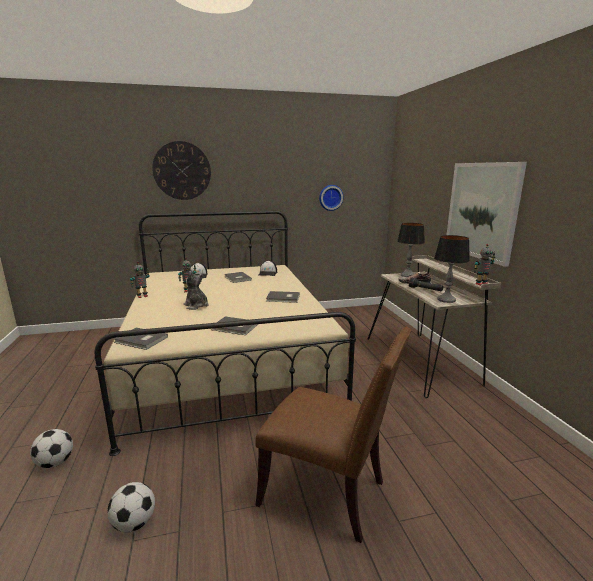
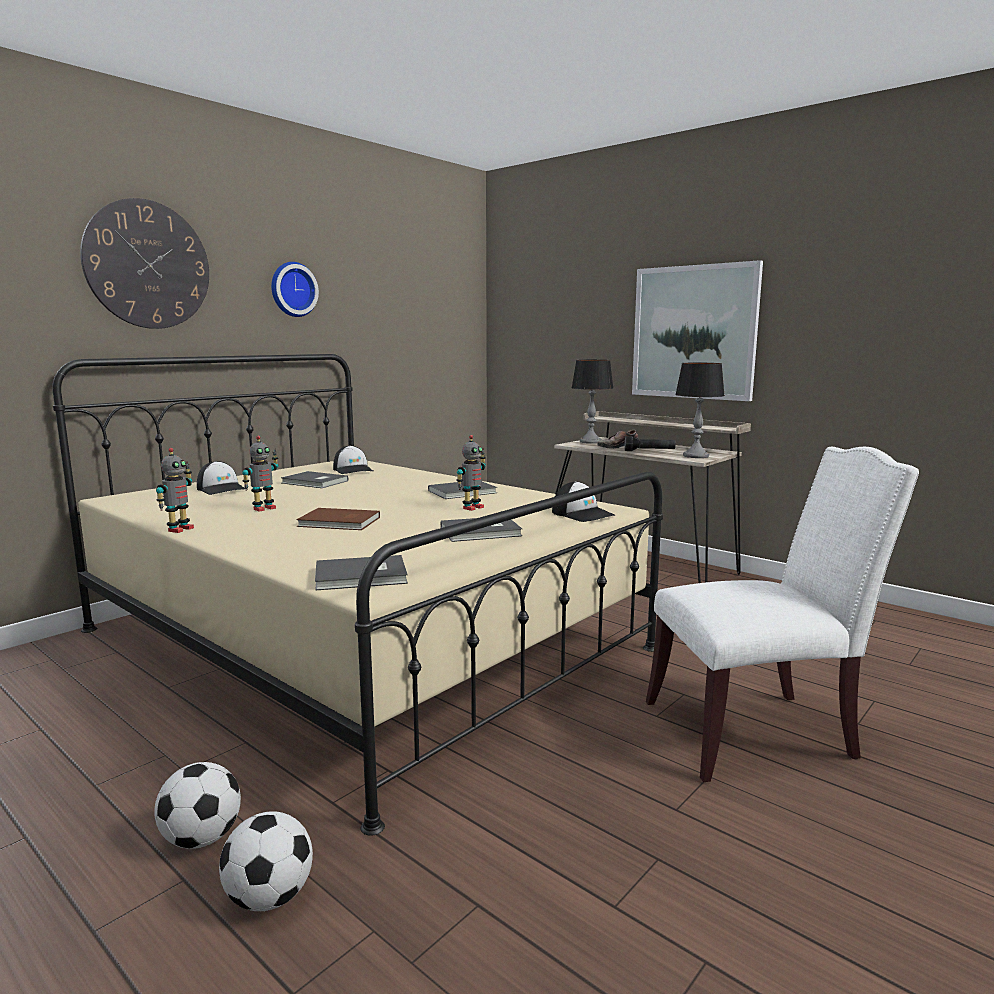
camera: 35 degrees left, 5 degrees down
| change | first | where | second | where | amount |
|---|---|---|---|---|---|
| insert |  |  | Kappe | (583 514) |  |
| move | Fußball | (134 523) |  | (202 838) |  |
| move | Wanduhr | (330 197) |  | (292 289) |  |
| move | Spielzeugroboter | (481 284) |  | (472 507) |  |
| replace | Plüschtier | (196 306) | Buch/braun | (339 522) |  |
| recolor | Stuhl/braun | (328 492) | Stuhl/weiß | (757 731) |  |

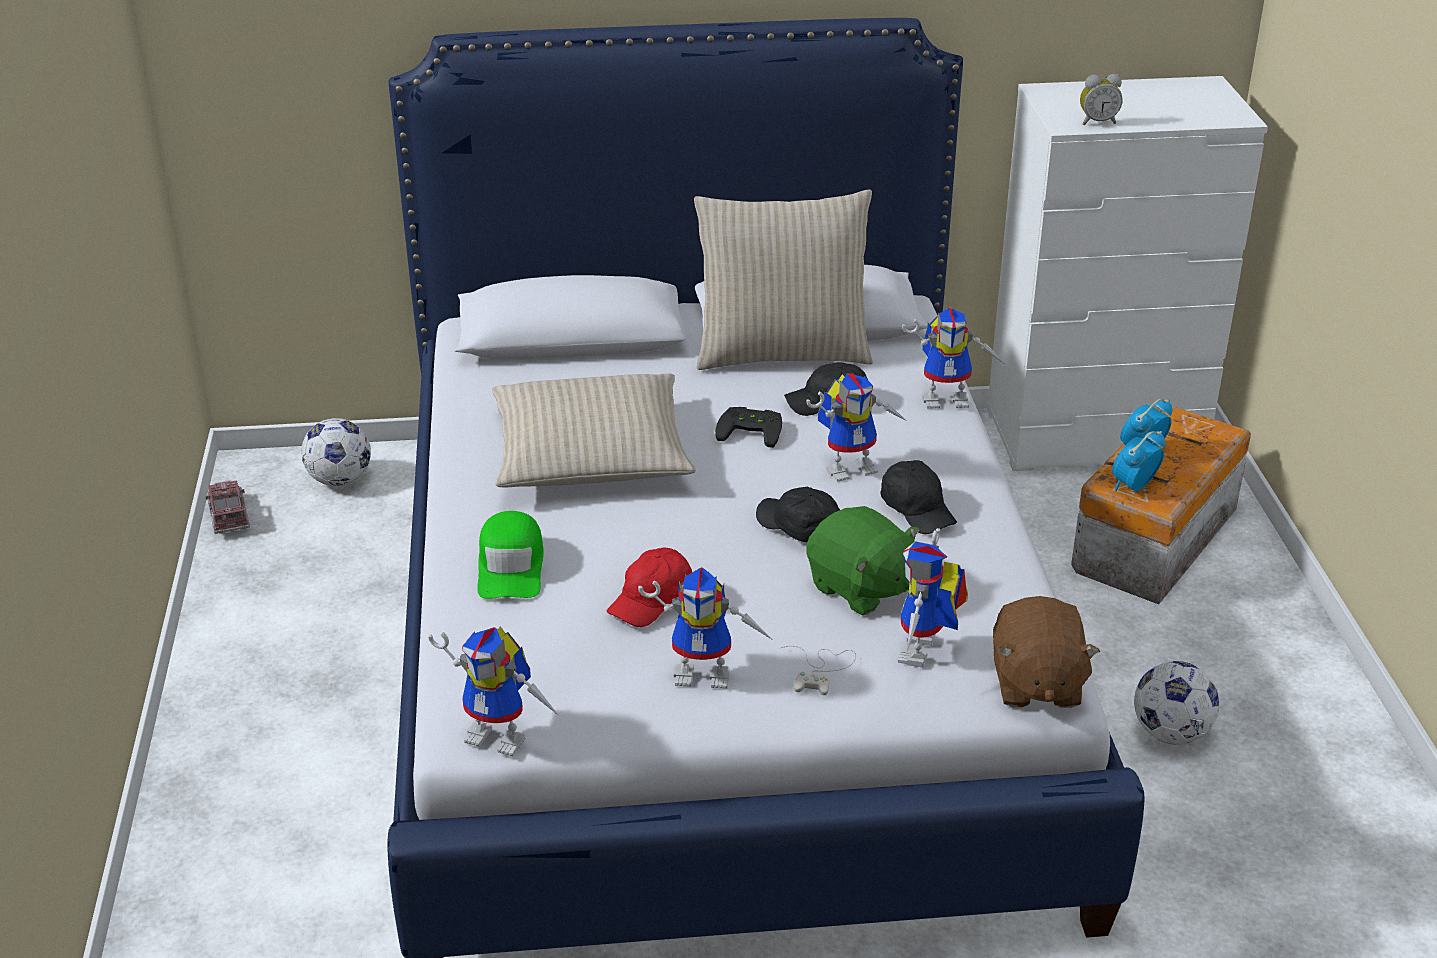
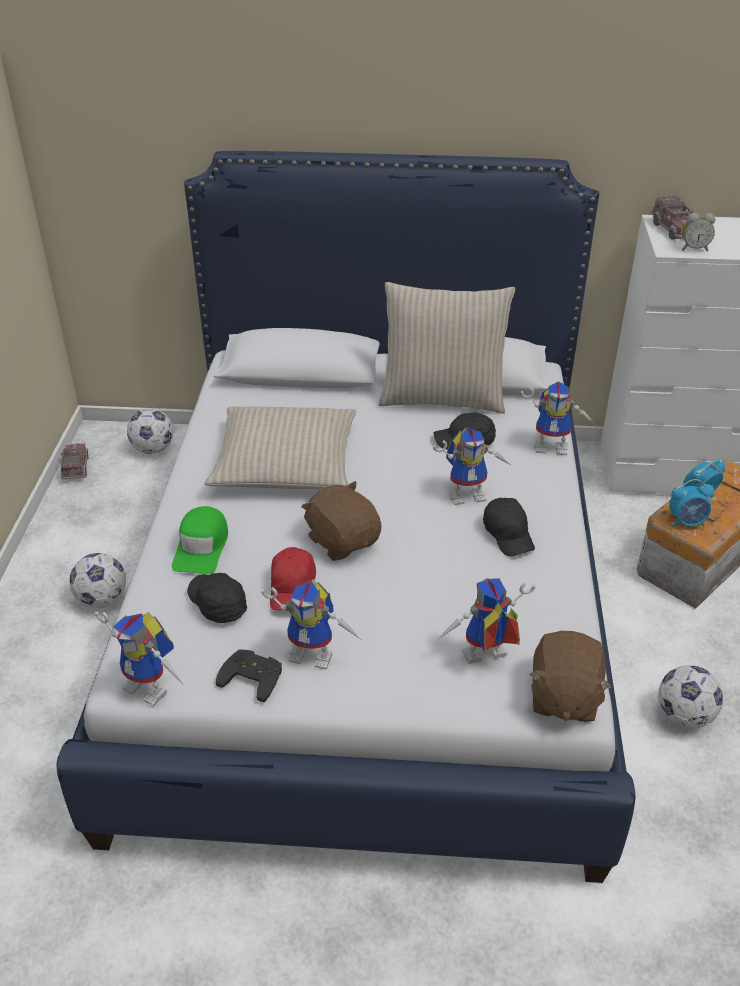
camera: 10 degrees right, 5 degrees up
| change | first | where | second | where | amount |
|---|---|---|---|---|---|
| delete | Gamepad/weiß | (821 669) |  |  |  |
| delete | Plüschtier/grün | (861 588) |  |  |  |
| insert |  |  | Fußball | (102 599) |  |
| insert |  |  | Plüschtier/braun | (343 540) |  |
| insert |  |  | Spielzeuglaster | (674 229) |  |
| move | Gamepad/schwarz | (751 430) |  | (254 675) |  |
| move | Kappe/schwarz | (799 528) |  | (217 604) |  |
| rotate | Kappe/rot | (652 600) |  | (292 588) | 45 degrees counterclockwise |
| rotate | Spielzeugroboter | (925 654) |  | (483 659) | 45 degrees clockwise |
| rotate | Wecker | (1133 486) |  | (686 522) | 150 degrees counterclockwise |

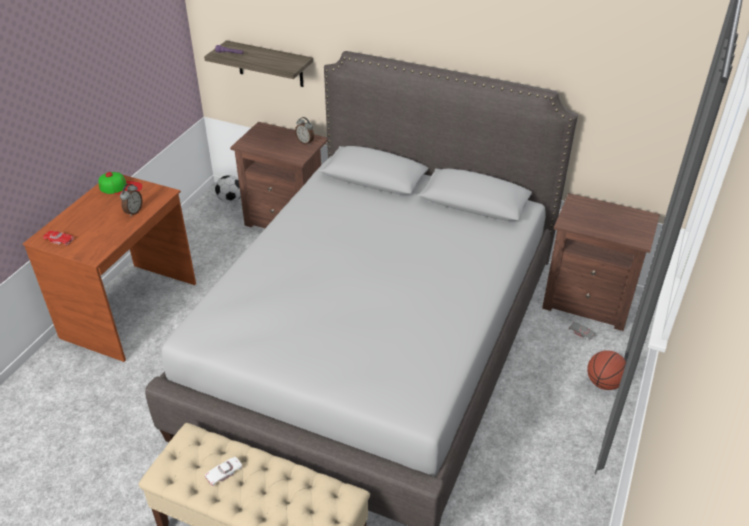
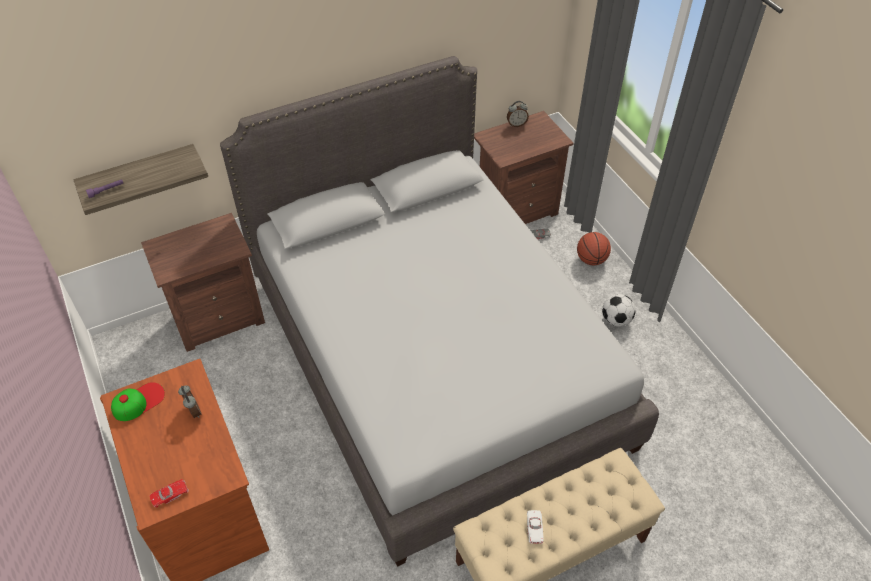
camera: 50 degrees left, 10 degrees up
| change | first | where | second | where | amount |
|---|---|---|---|---|---|
| move | Fußball | (230 200) |  | (616 320) |  |
| move | Wecker | (305 142) |  | (516 124) |  |

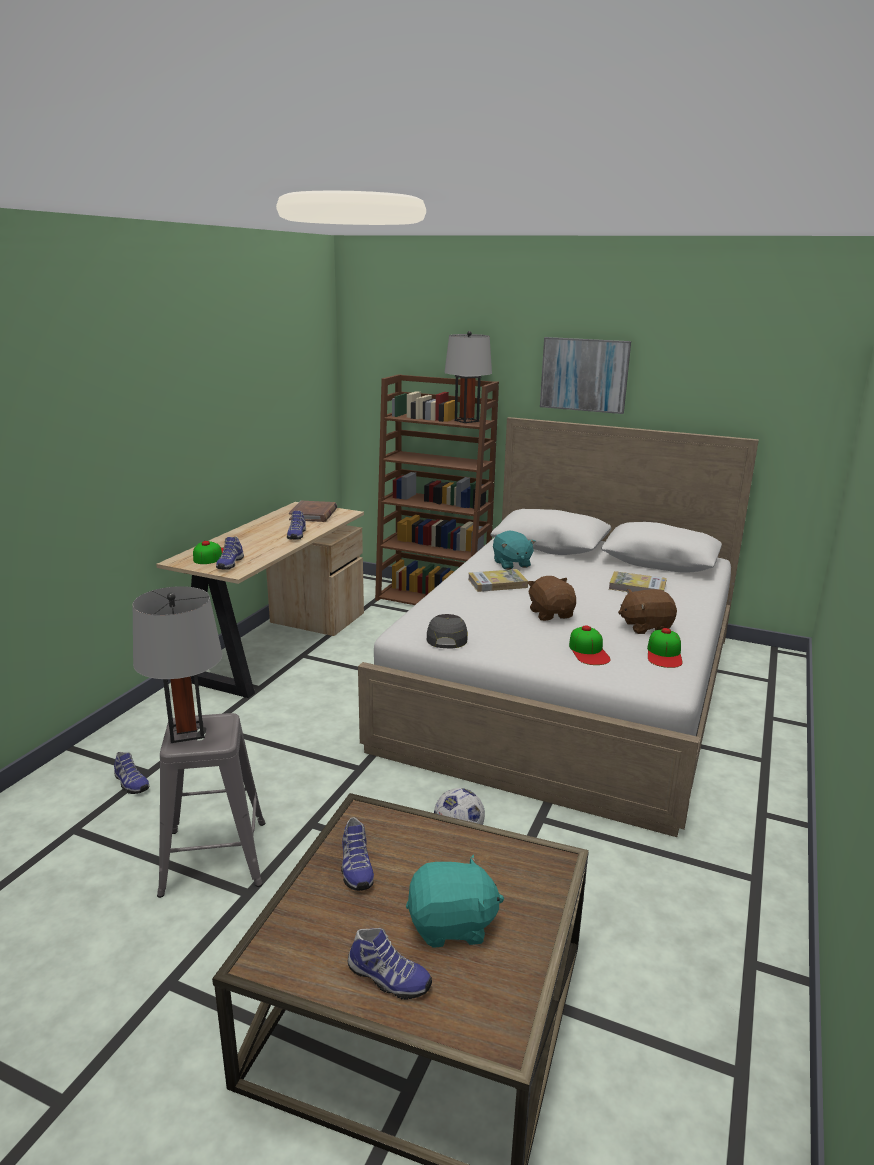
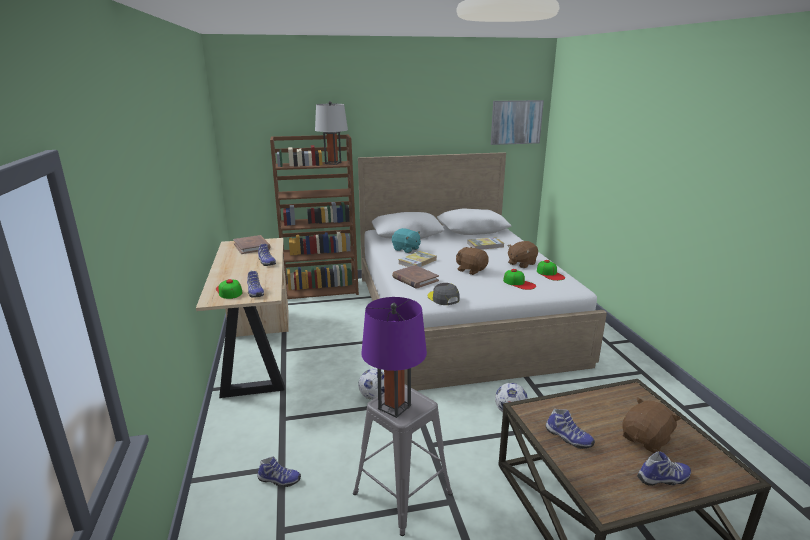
camera: 35 degrees left, 0 degrees up
| change | first | where | second | where | amount |
|---|---|---|---|---|---|
| insert |  |  | Fußball | (374 396) |  |
| insert |  |  | Buch/braun | (415 279) |  |
| move | Bild | (584 374) |  | (516 122) |  |
| recolor | Tischlampe/grau | (187 732) | Tischlampe/lila | (394 407) |  |
| recolor | Plüschtier/türkis | (452 925) | Plüschtier/braun | (646 440) |  |

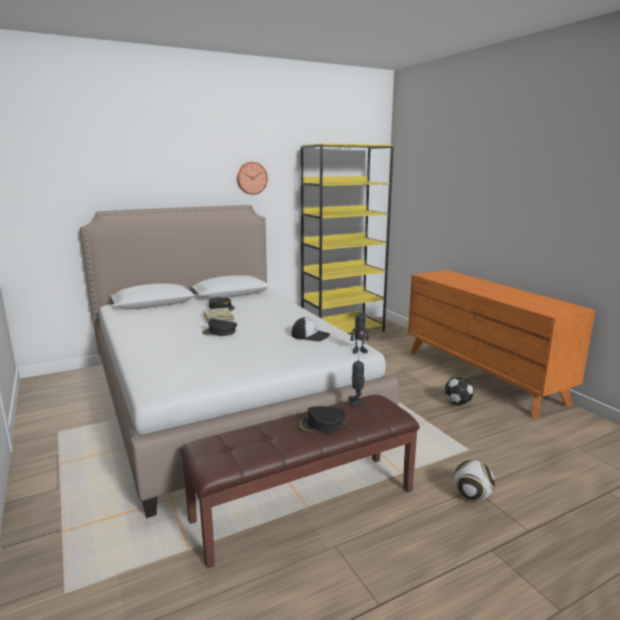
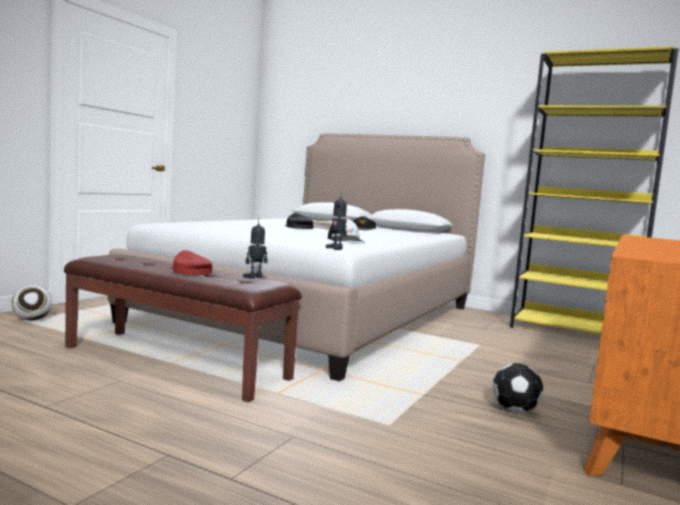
camera: 55 degrees right, 10 degrees down
| change | first | where | second | where | amount |
|---|---|---|---|---|---|
| delete | Wanduhr | (251 178) |  |  |  |
| move | Fußball | (471 496) |  | (32 319) |  |
| recolor | Kappe/schwarz | (321 424) | Kappe/rot | (190 271) |  |

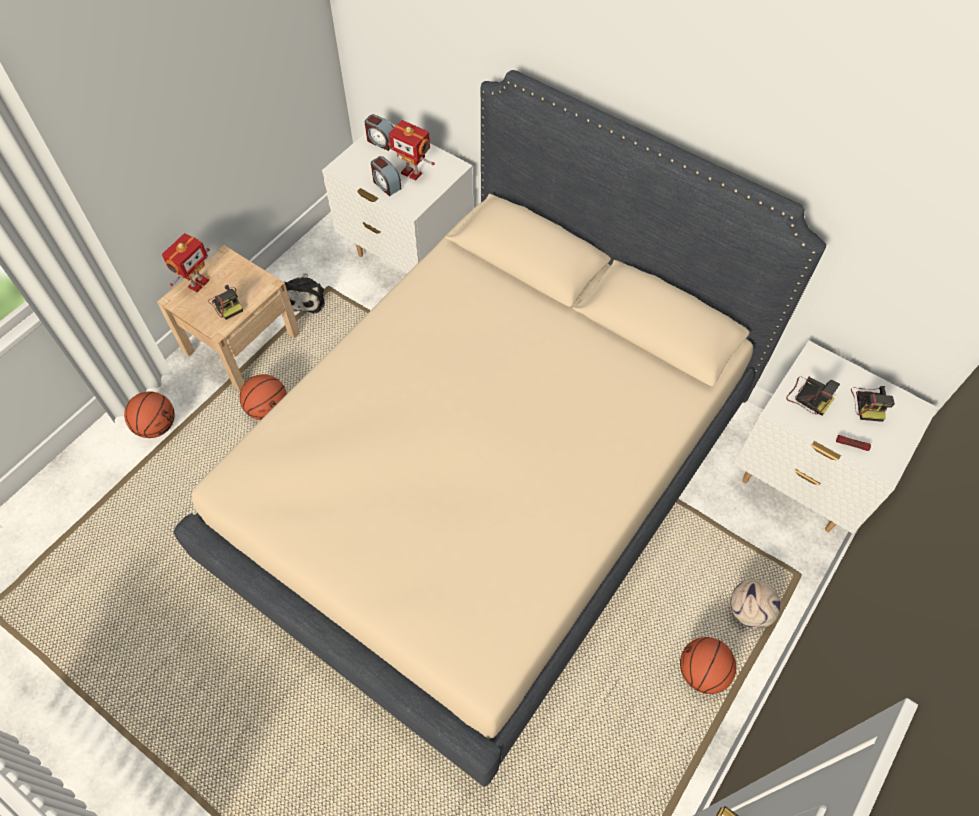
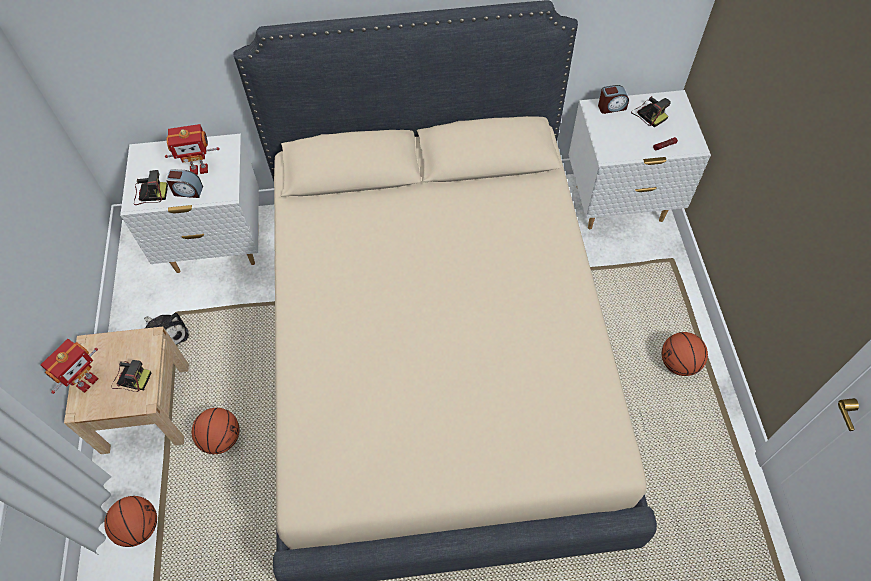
camera: 40 degrees left, 0 degrees up
| change | first | where | second | where | amount |
|---|---|---|---|---|---|
| delete | Fußball | (749 610) |  |  |  |
| move | Wecker | (381 141) |  | (611 107) |  |
| move | Kamera | (808 397) |  | (149 193) |  |
| rotate | Spielzeugroboter | (197 283) |  | (86 381) | 45 degrees clockwise |

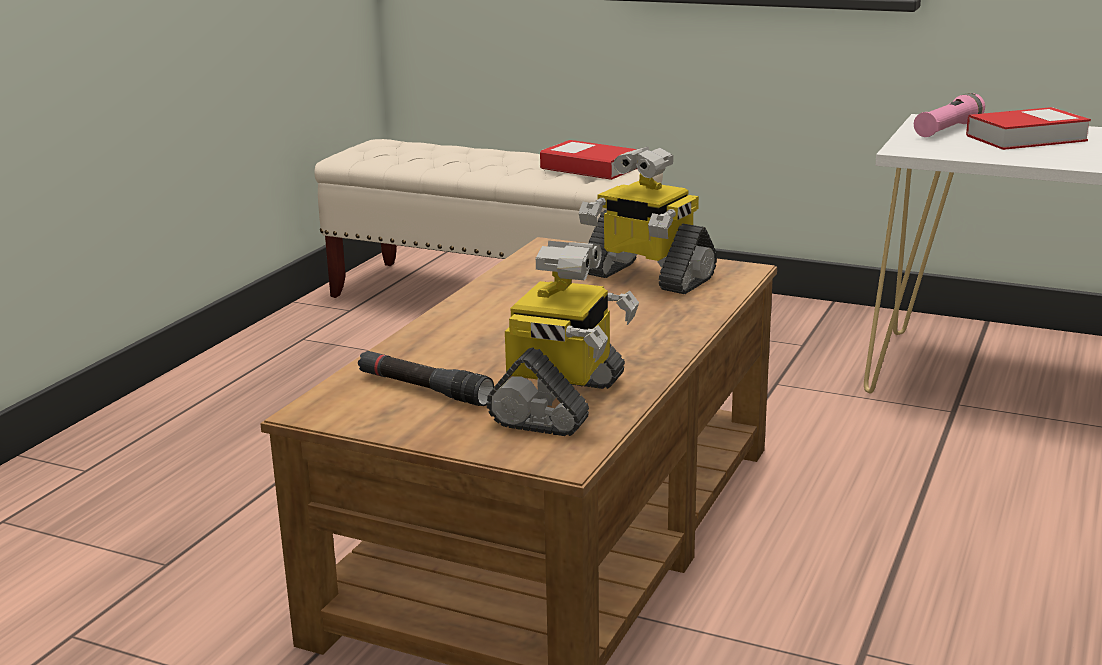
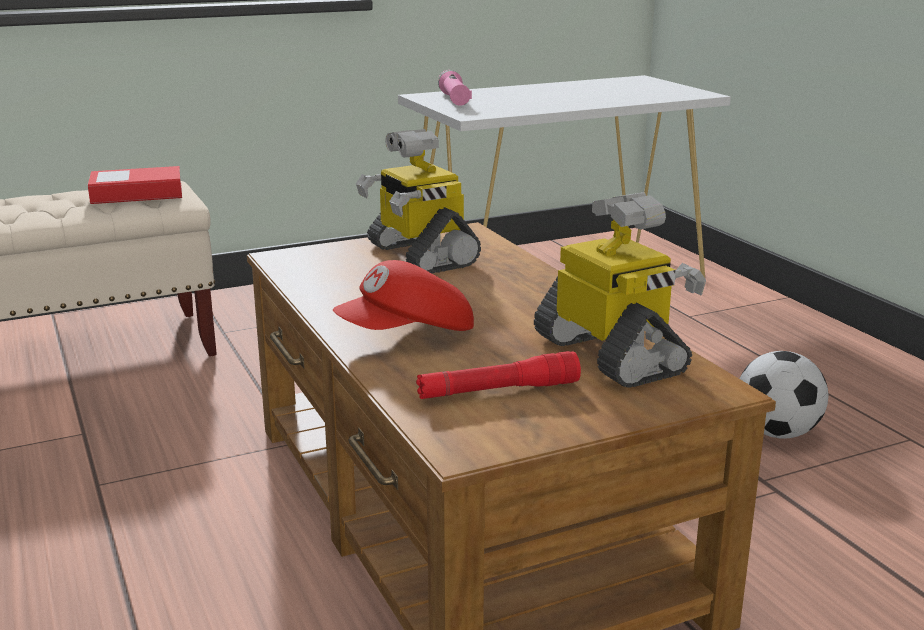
camera: 50 degrees left, 0 degrees up
| change | first | where | second | where | amount |
|---|---|---|---|---|---|
| delete | Buch | (1026 138) |  |  |  |
| insert |  |  | Kappe/rot | (408 335) |  |
| insert |  |  | Fußball | (777 433) |  |
| recolor | Taschenlampe/schwarz | (424 389) | Taschenlampe/rot | (498 391) |  |
| rotate | Spielzeugroboter | (646 277) |  | (419 255) | 75 degrees clockwise |

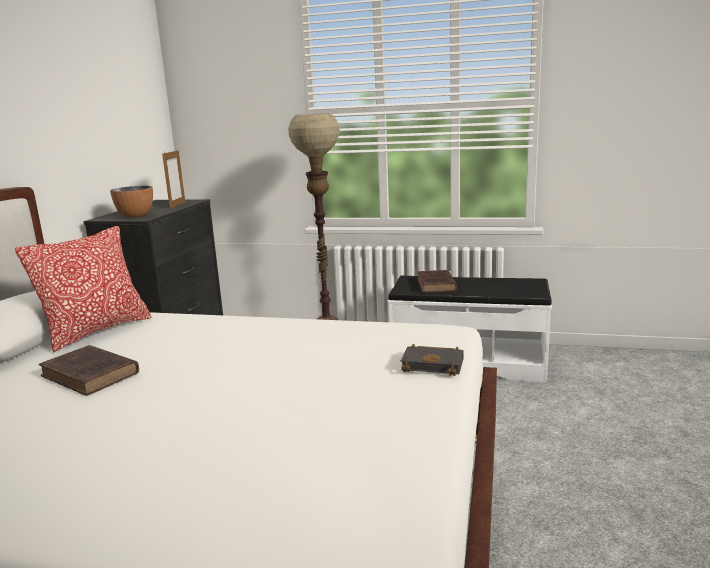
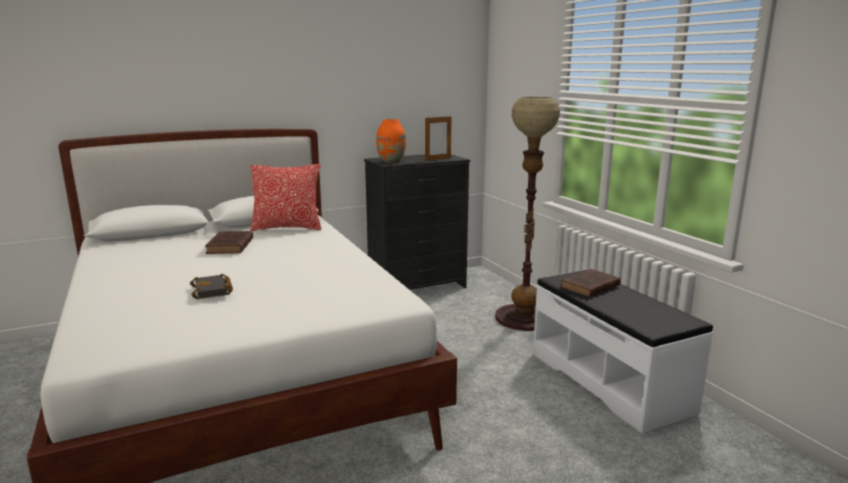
camera: 50 degrees right, 0 degrees up
| change | first | where | second | where | amount |
|---|---|---|---|---|---|
| move | Buch/schwarz | (434 364) |  | (213 291) |  |
| replace | Schüssel | (135 216) | Vase/orange | (391 161) |  |

